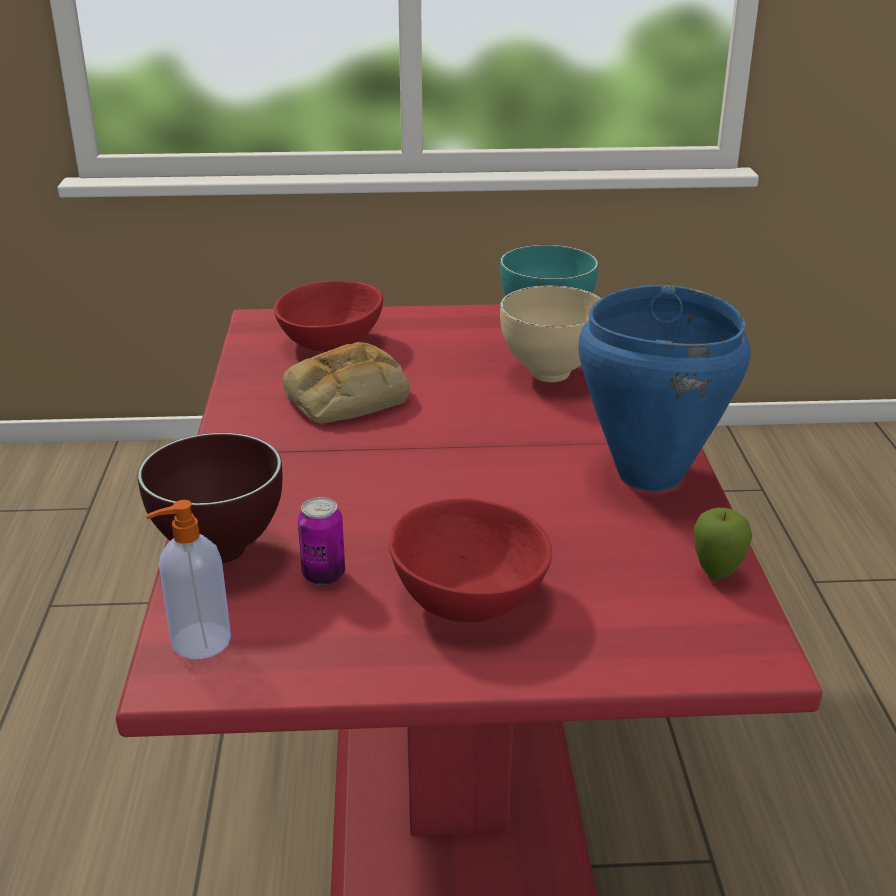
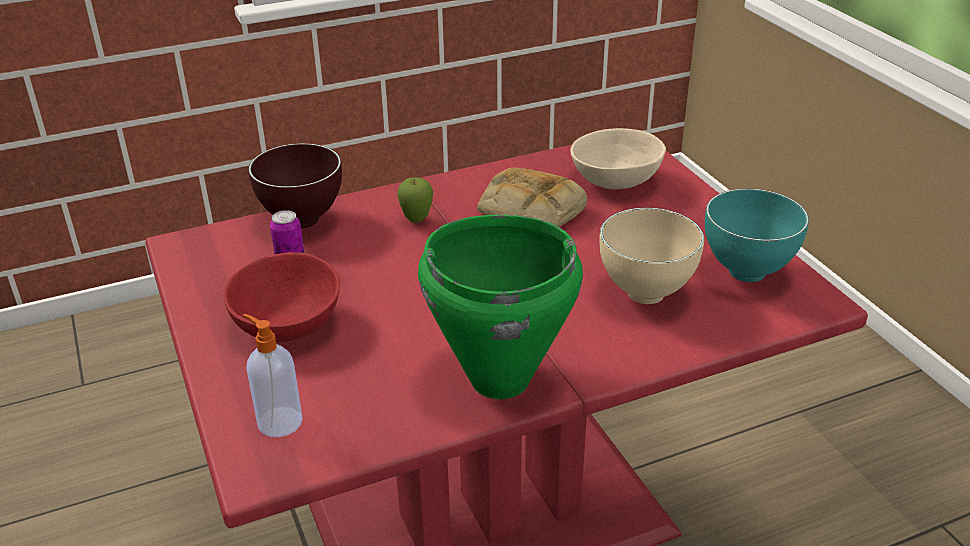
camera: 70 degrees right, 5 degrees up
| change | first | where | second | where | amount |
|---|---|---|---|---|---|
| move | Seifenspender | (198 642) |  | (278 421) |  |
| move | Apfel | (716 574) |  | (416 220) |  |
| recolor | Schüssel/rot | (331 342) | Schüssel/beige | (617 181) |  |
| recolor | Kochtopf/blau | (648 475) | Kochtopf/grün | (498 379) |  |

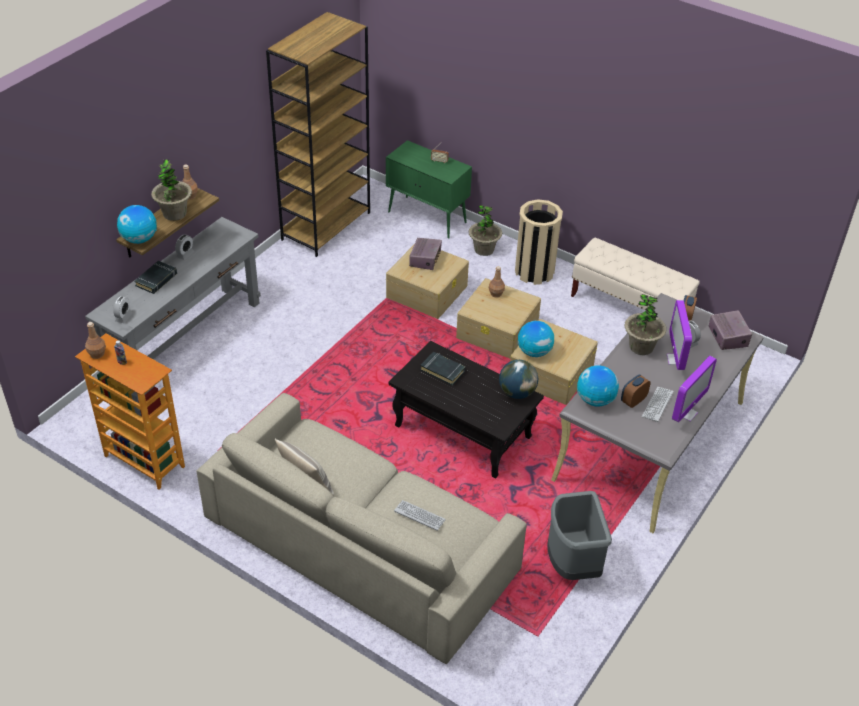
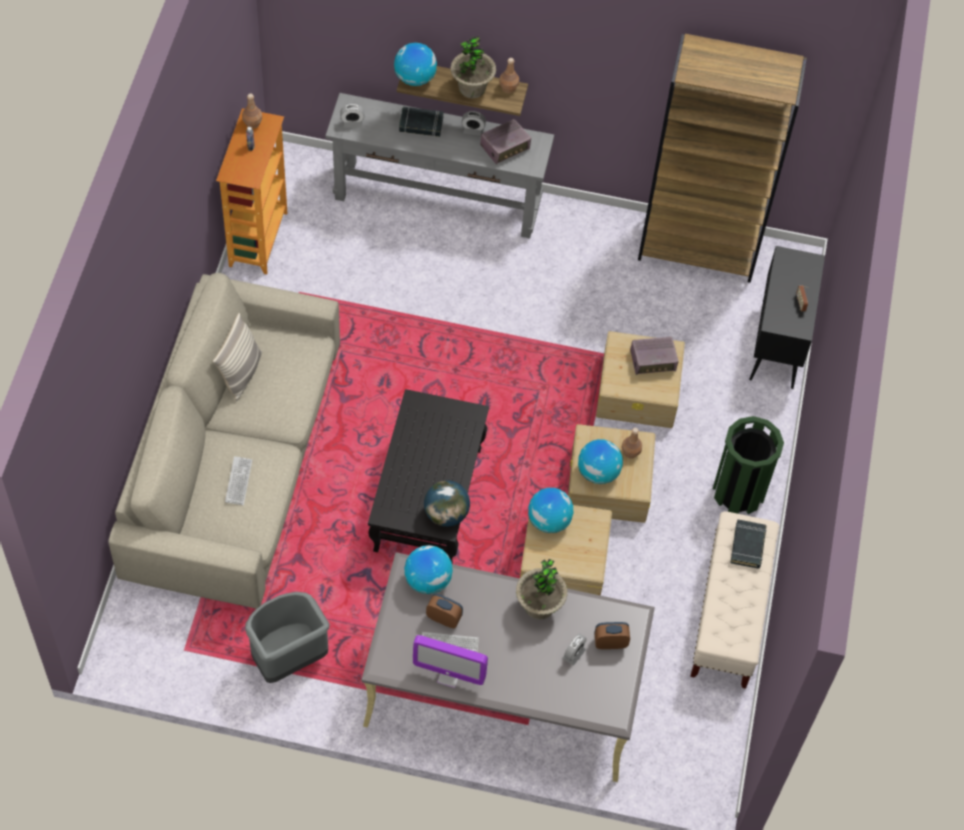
camera: 65 degrees right, 15 degrees up
| change | first | where | second | where | amount |
|---|---|---|---|---|---|
| delete | Topfpflanze | (484 249) |  |  |  |
| delete | Monitor | (676 359) |  |  |  |
| insert |  |  | Globus | (598 472) |  |
| move | Buch/schwarz | (443 370) |  | (748 546) |  |
| move | Radio | (728 337) |  | (505 148) |  |
| recolor | Schrank/grün | (427 217) | Schrank/schwarz | (777 345) |  |
| recolor | Mülleimer/beige | (534 271) | Mülleimer/grün | (738 491) |  |

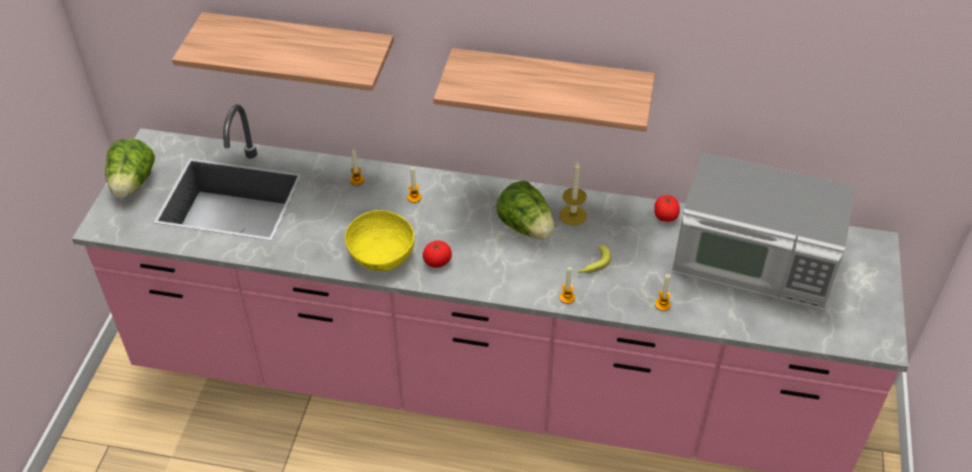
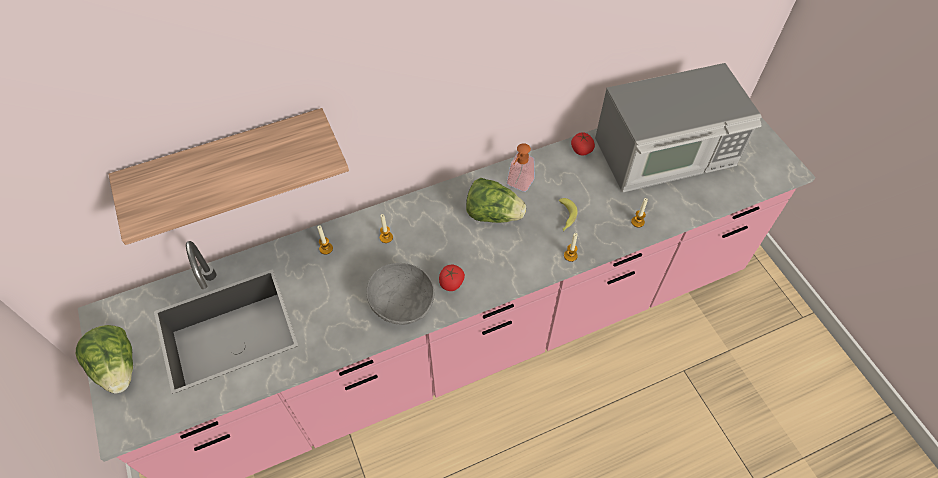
camera: 35 degrees left, 10 degrees up
| change | first | where | second | where | amount |
|---|---|---|---|---|---|
| delete | Wandregal | (550 87) |  |  |  |
| replace | Kerze | (573 215) | Seifenspender | (518 185) |  |
| recolor | Schüssel/gelb | (381 255) | Schüssel/grau | (402 303) |  |

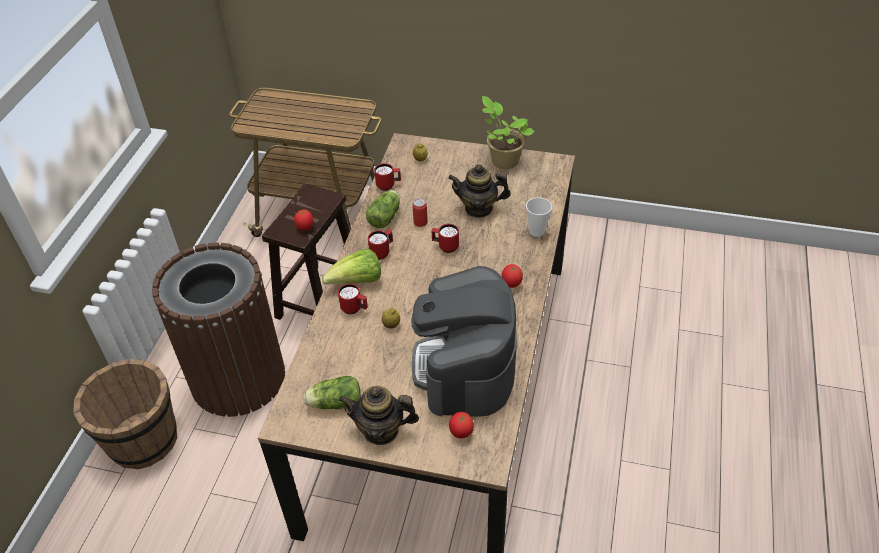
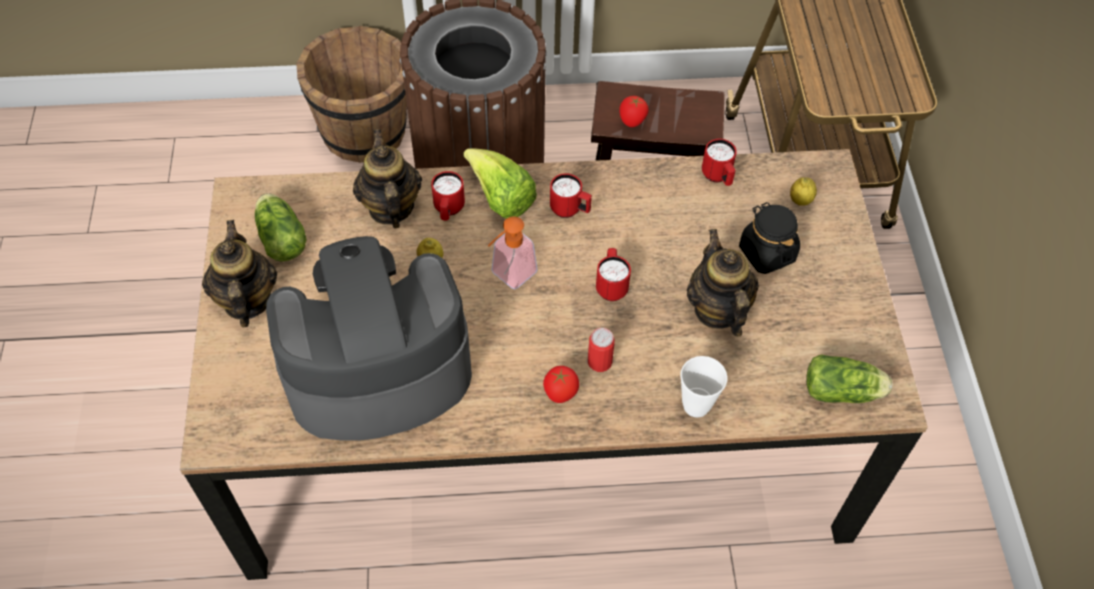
camera: 70 degrees right, 10 degrees up
| change | first | where | second | where | amount |
|---|---|---|---|---|---|
| delete | Tomate | (461 433) |  |  |  |
| delete | Topfpflanze | (503 160) |  |  |  |
| insert |  |  | Teekanne | (390 207) |  |
| insert |  |  | Seifenspender | (508 276) |  |
| insert |  |  | Vorratsglas/schwarz | (766 253) |  |
| move | Salatkopf | (386 216) |  | (844 391) |  |
| move | Dose | (420 222) |  | (599 361) |  |

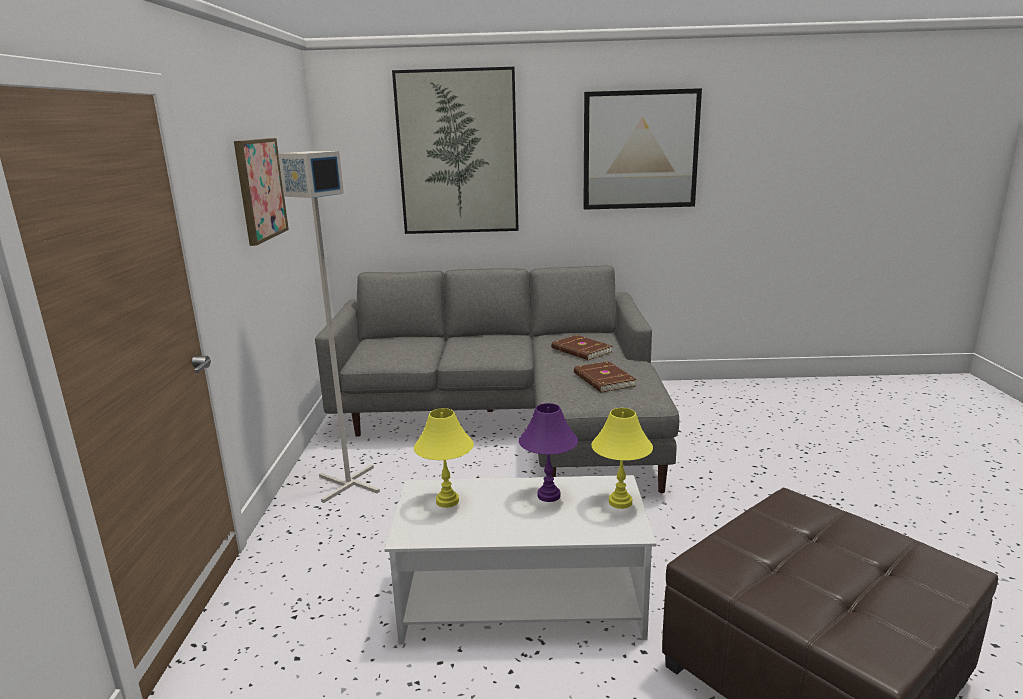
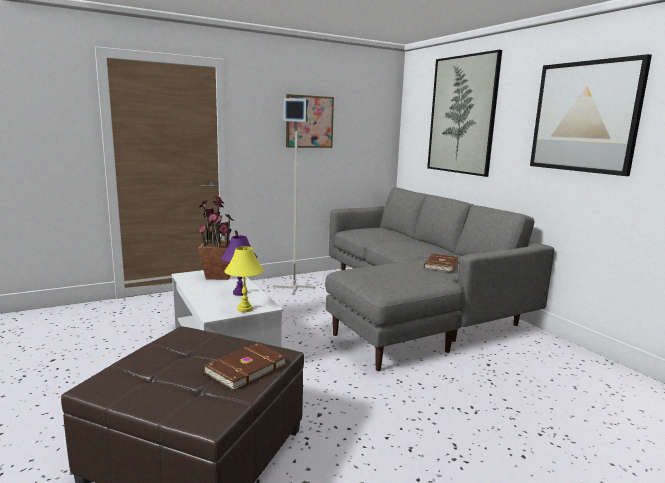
camera: 60 degrees right, 5 degrees down
| change | first | where | second | where | amount |
|---|---|---|---|---|---|
| move | Buch/braun | (603 380) |  | (244 368) |  |
| replace | Tischlampe/gelb | (448 501) | Topfpflanze | (219 276) |  |

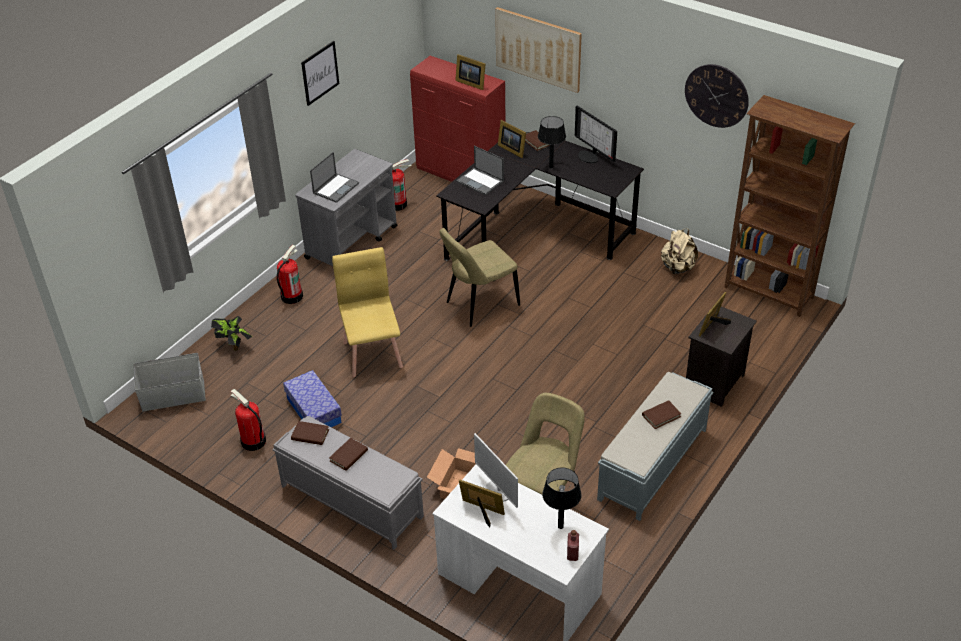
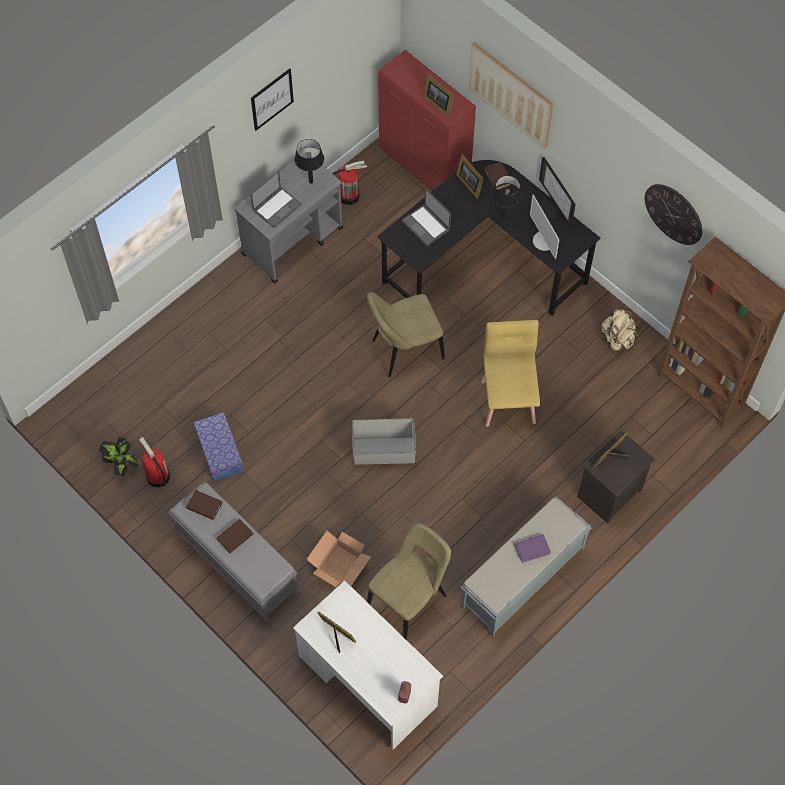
camera: 10 degrees right, 20 degrees up
| change | first | where | second | where | amount |
|---|---|---|---|---|---|
| delete | Feuerlöscher | (291 296) |  |  |  |
| move | Aufbewahrungsbox/grau | (173 395) |  | (383 450) |  |
| move | Topfpflanze | (234 346) |  | (122 464) |  |
| move | Stuhl/gelb | (373 354) |  | (508 401) |  |
| move | Monitor | (499 491) |  | (544 241) |  |
| move | Tischlampe/schwarz | (560 526) |  | (311 181) |  |
| recolor | Buch/braun | (661 416) | Buch/lila | (532 549) |  |

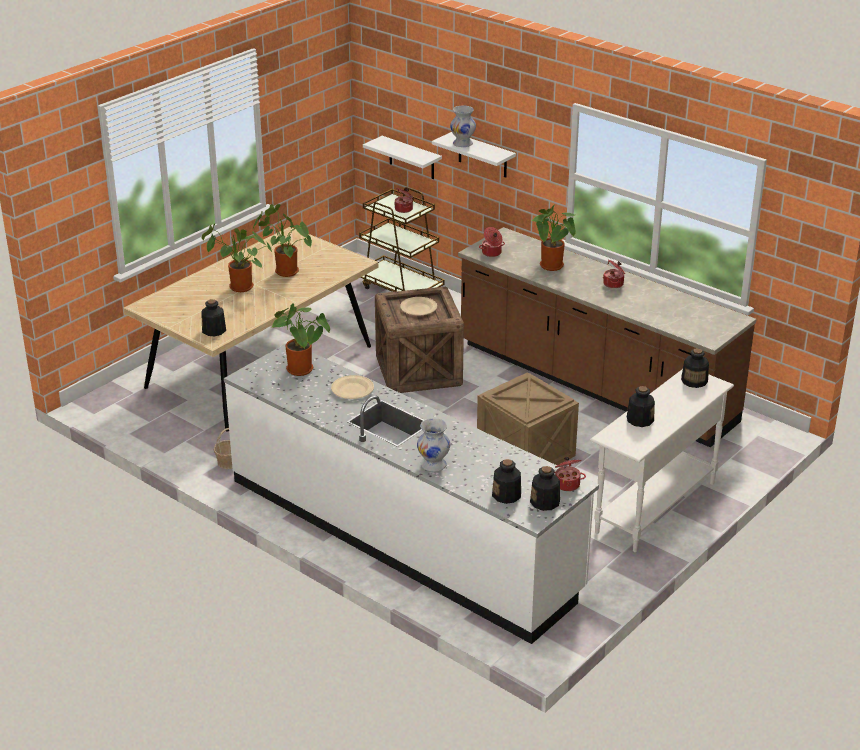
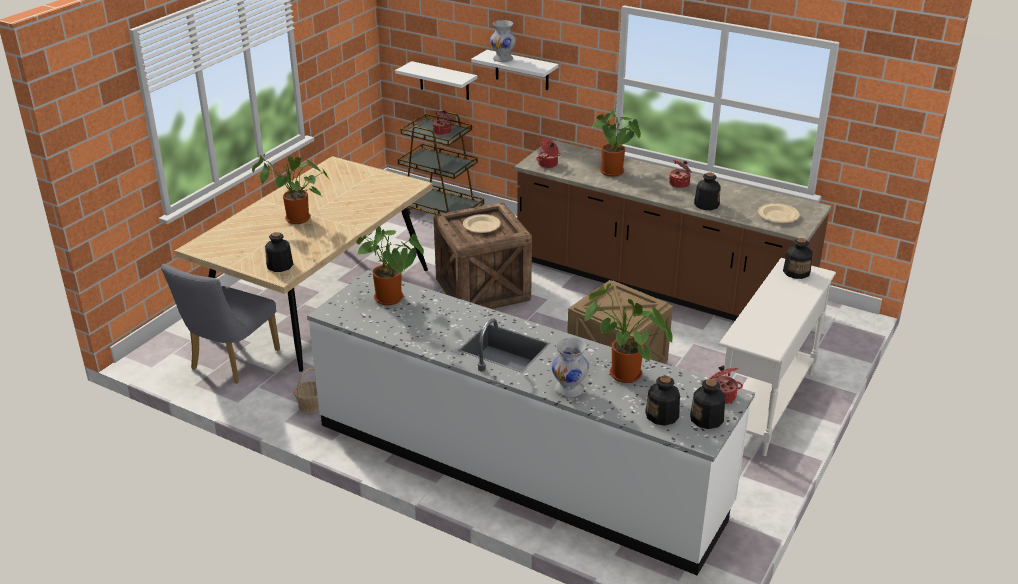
camera: 10 degrees left, 0 degrees up
| change | first | where | second | where | amount |
|---|---|---|---|---|---|
| insert |  |  | Stuhl/grau | (230 362) |  |
| move | Topfpflanze | (284 272) |  | (621 374) |  |
| move | Teller/beige | (353 390) |  | (778 215) |  |
| move | Flasche | (639 420) |  | (706 205) |  |

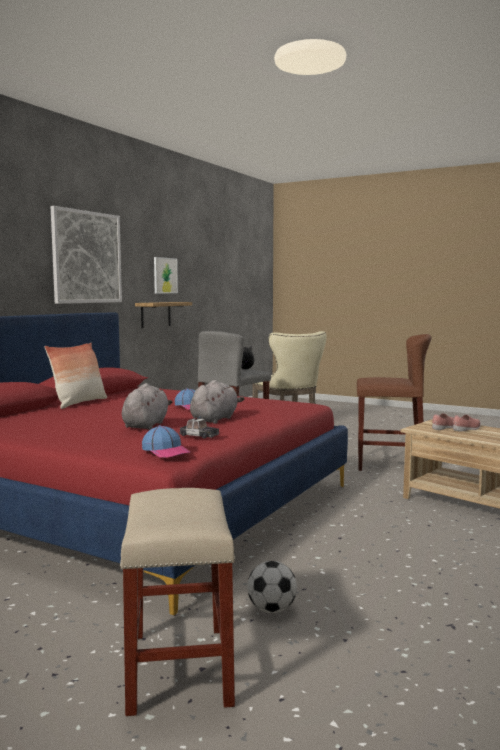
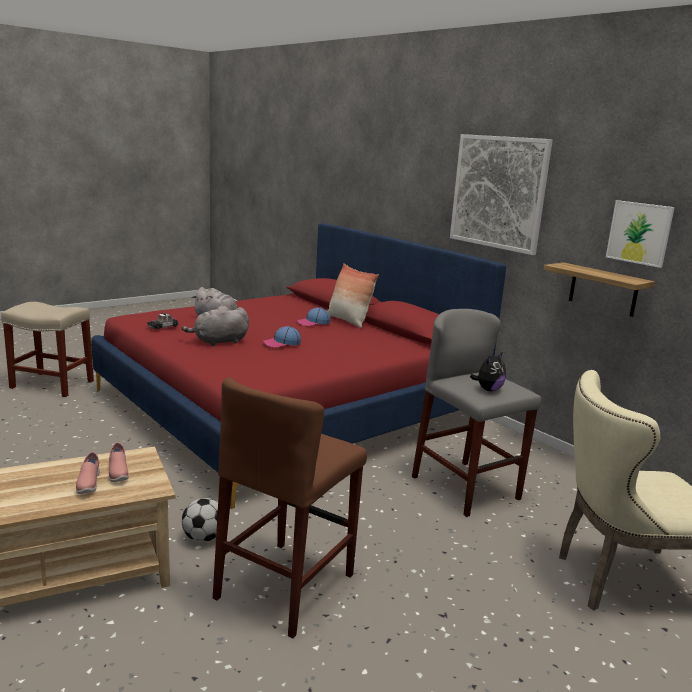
camera: 110 degrees right, 10 degrees up
| change | first | where | second | where | amount |
|---|---|---|---|---|---|
| move | Kappe | (166 451) |  | (313 322) |  |
| move | Fußball | (271 609) |  | (203 538) |  |
| rotate | Plüschtier/grau | (215 419) |  | (219 342) | 105 degrees clockwise |

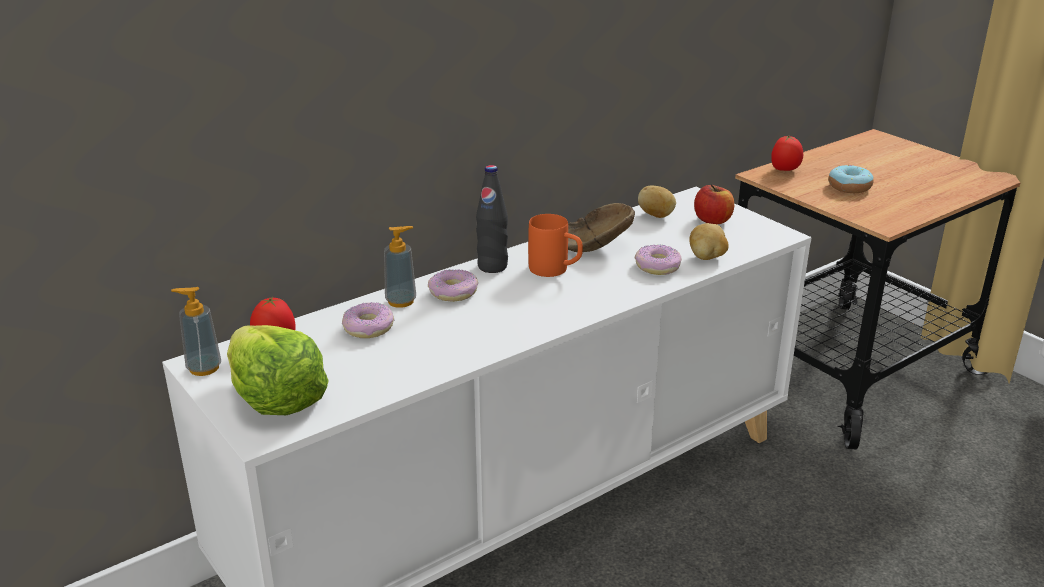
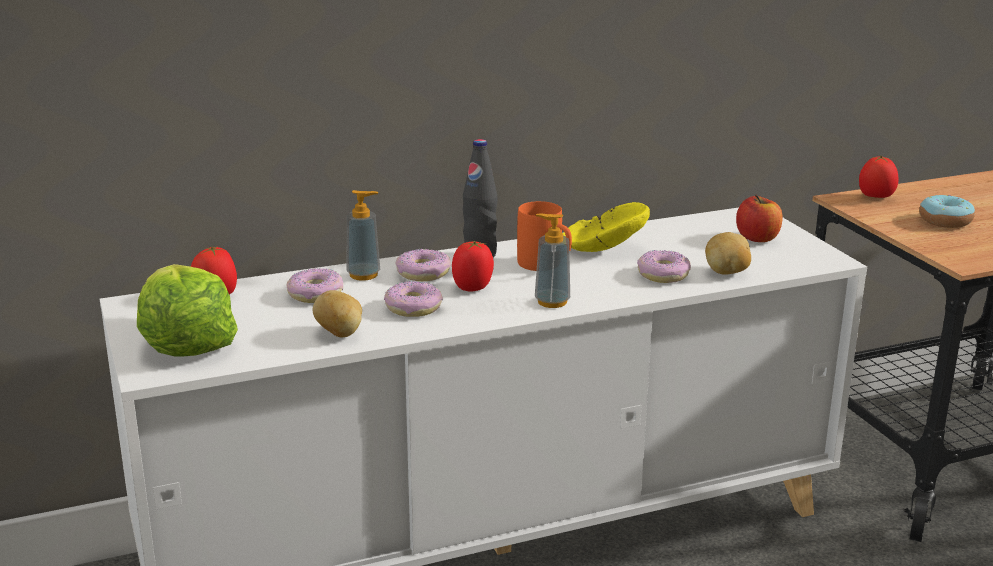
camera: 15 degrees right, 5 degrees down
| change | first | where | second | where | amount |
|---|---|---|---|---|---|
| insert |  |  | Donut | (413 308) |  |
| insert |  |  | Tomate | (473 288) |  |
| move | Seifenspender | (204 368) |  | (552 302) |  |
| move | Kartoffel | (656 215) |  | (340 333) |  |
| recolor | Schüssel/braun | (591 246) | Schüssel/gelb | (601 248) |  |

